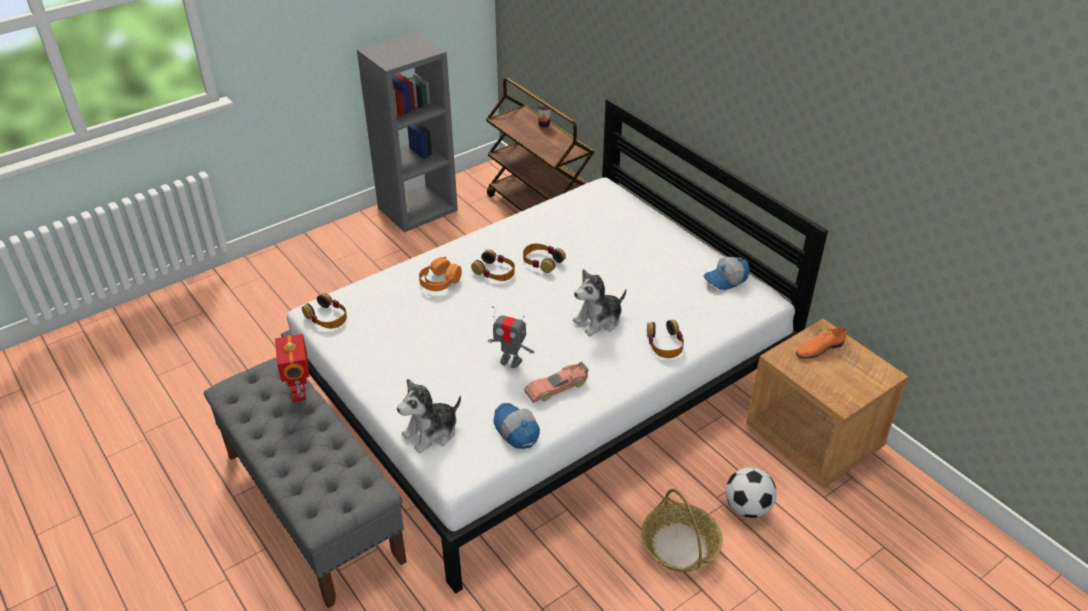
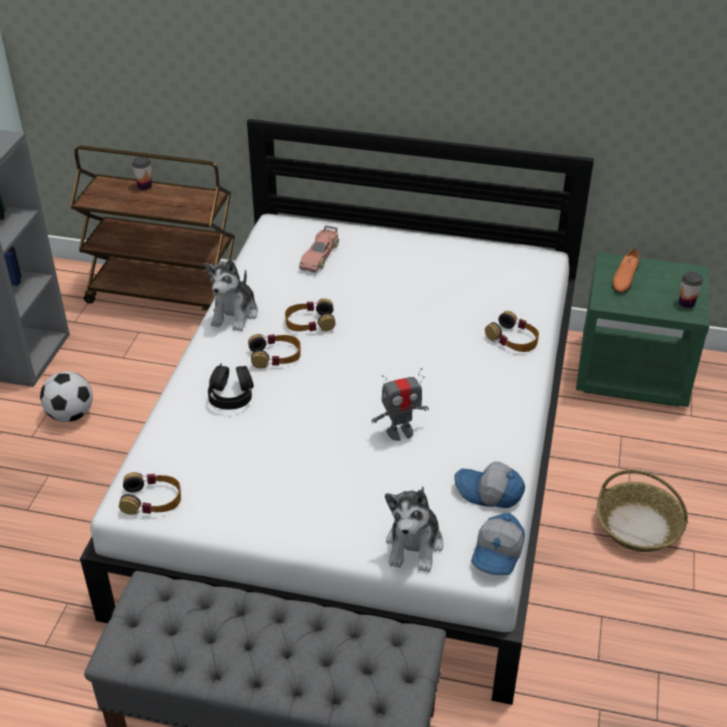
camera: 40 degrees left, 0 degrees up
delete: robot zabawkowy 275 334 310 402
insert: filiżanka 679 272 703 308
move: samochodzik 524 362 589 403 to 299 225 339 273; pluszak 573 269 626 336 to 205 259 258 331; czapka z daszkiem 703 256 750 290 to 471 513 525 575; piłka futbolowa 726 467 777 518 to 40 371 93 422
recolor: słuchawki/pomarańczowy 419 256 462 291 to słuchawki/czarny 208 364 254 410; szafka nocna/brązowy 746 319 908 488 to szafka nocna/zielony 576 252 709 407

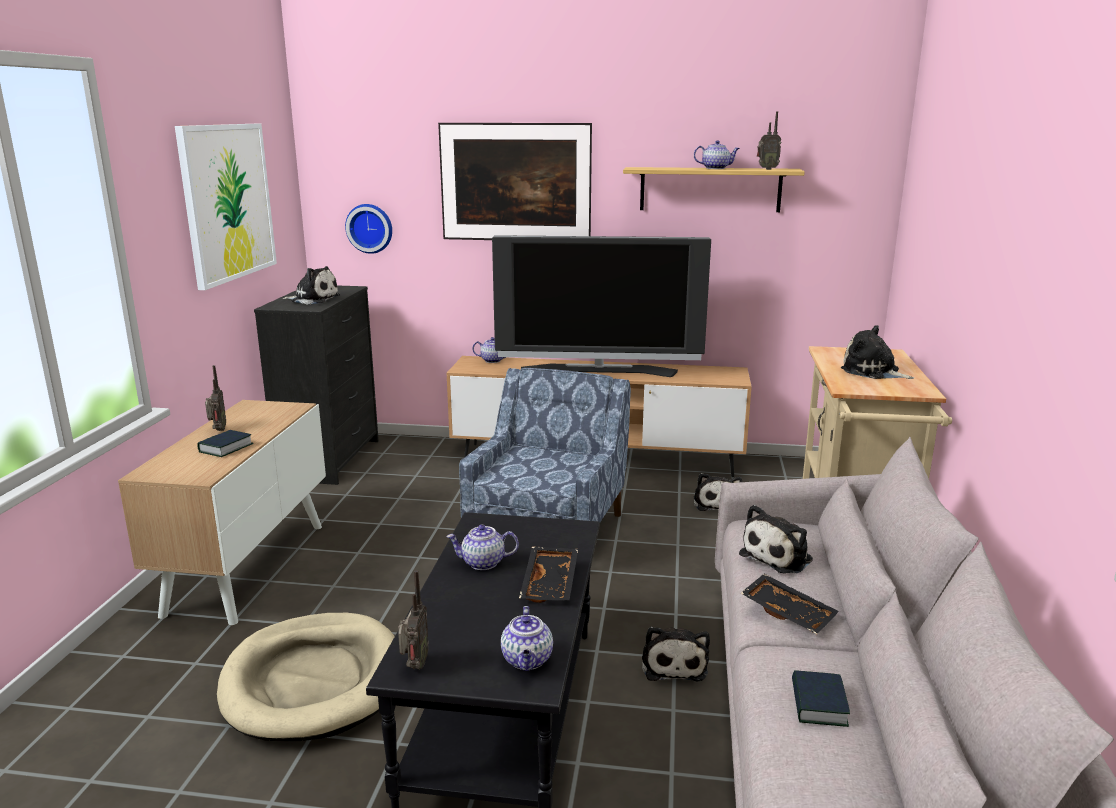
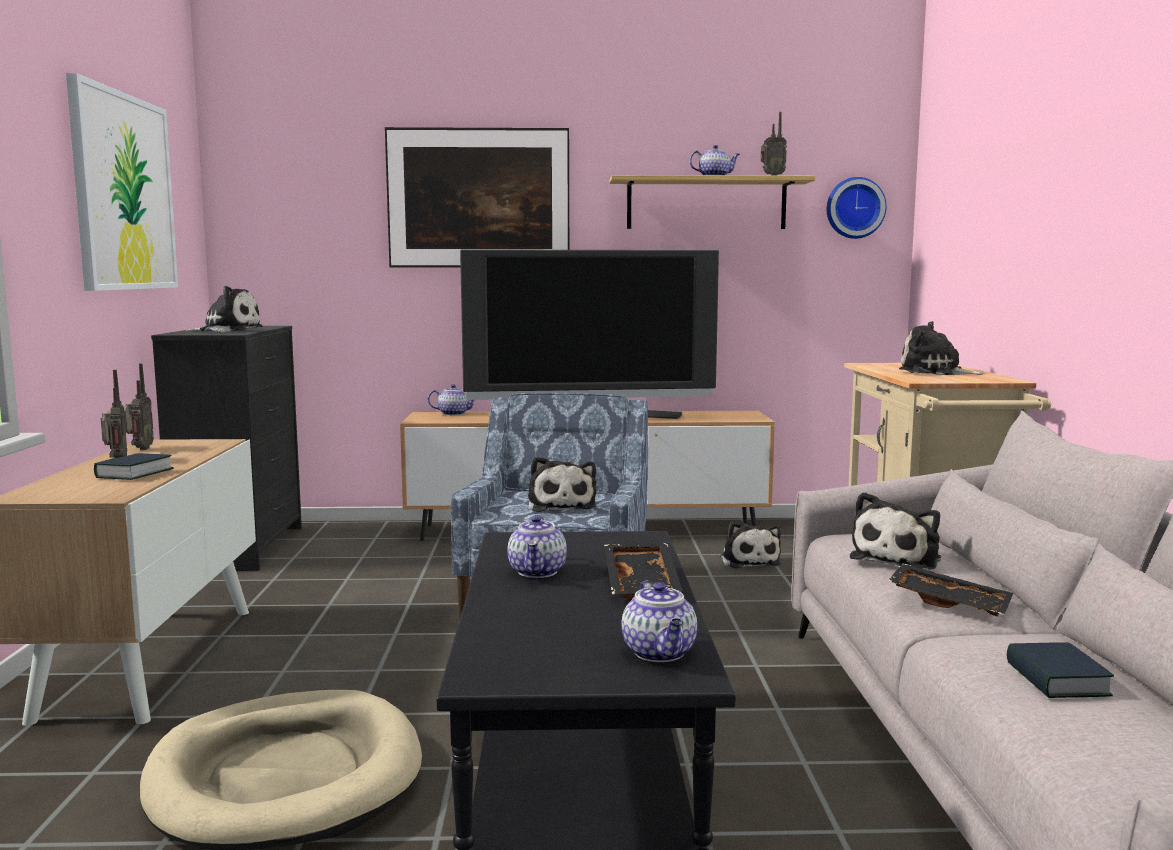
camera: 10 degrees left, 10 degrees down
move: zegar ścienny 345 204 392 254 to 827 177 887 239; radio 398 570 429 670 to 124 363 154 450; pluszak 642 627 710 682 to 528 457 596 512
rotate: imbryk 446 524 519 570 = 508 515 567 578 75 degrees counterclockwise

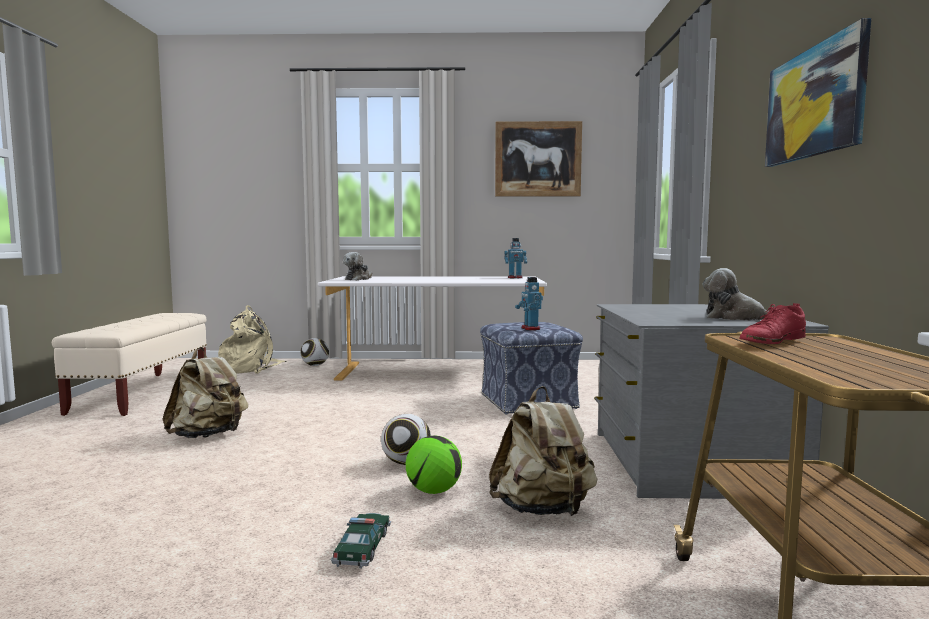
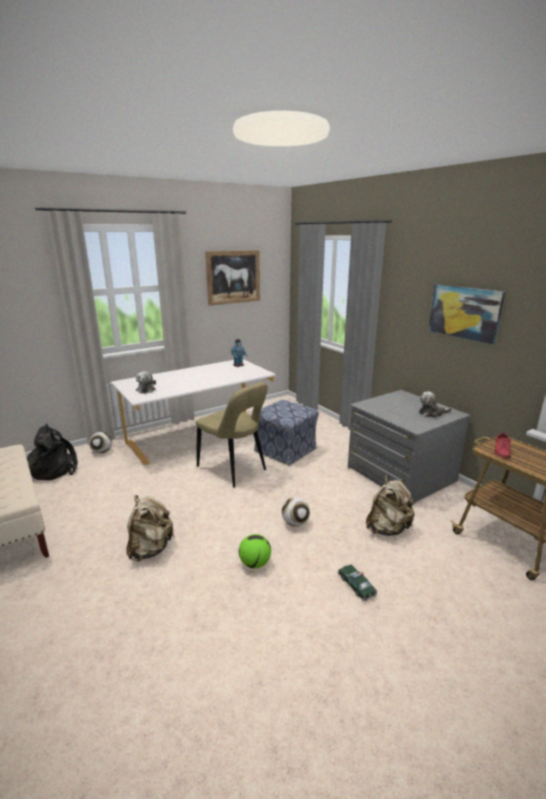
camera: 35 degrees left, 15 degrees up
delete: robot zabawkowy 515 277 543 330
insert: krzesło/beżowy 196 382 268 488
move: piłka futbolowa 406 435 462 494 to 239 534 271 568
recolor: plecak/beżowy 218 305 287 374 to plecak/czarny 27 424 78 480

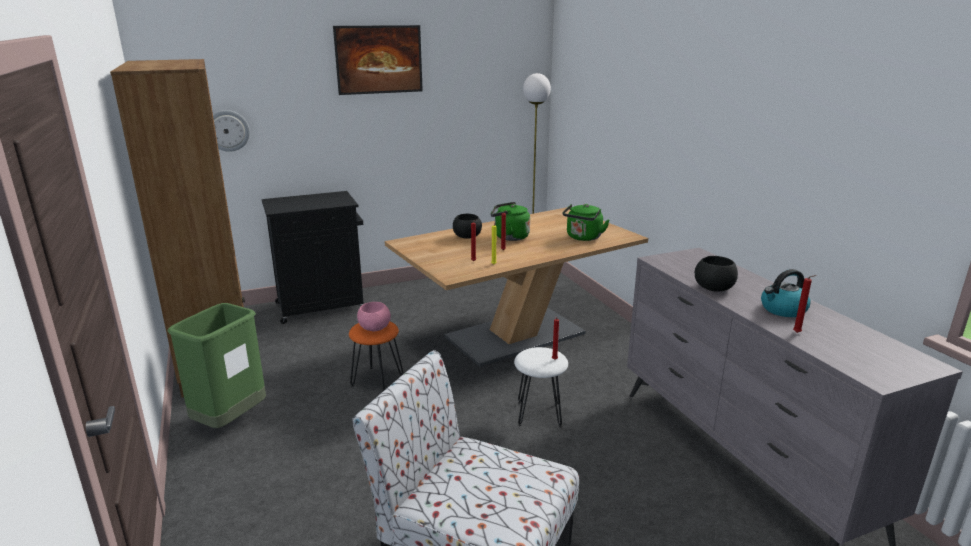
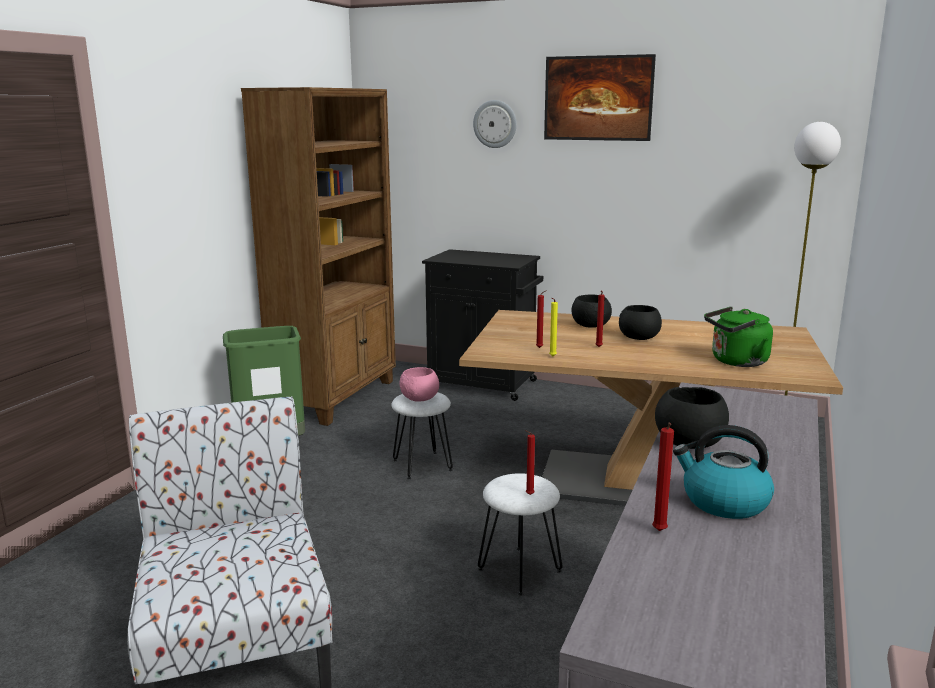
camera: 45 degrees right, 5 degrees down
move: zegar ścienny 213 110 250 152 to 473 100 517 148
replace: czajnik/zielony 491 202 530 241 to miska/czarny 619 305 662 340
recolor: stołek/pomarańczowy 349 322 403 391 to stołek/biały 391 392 453 479

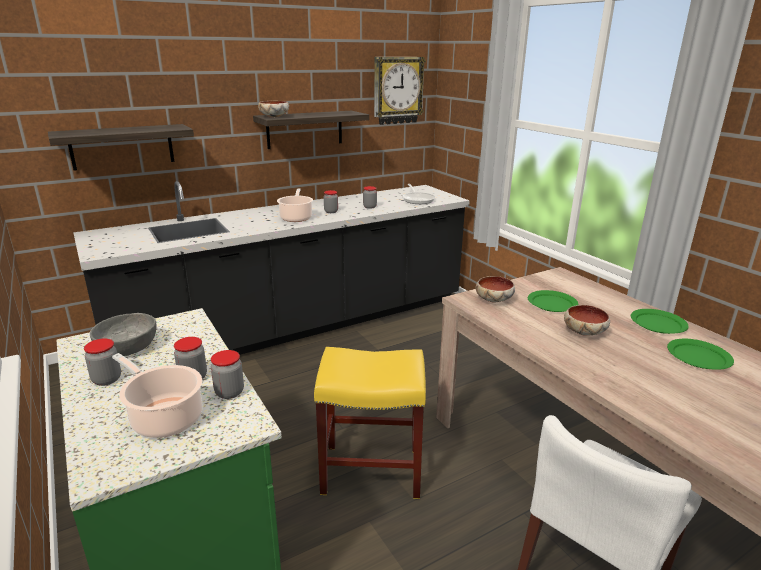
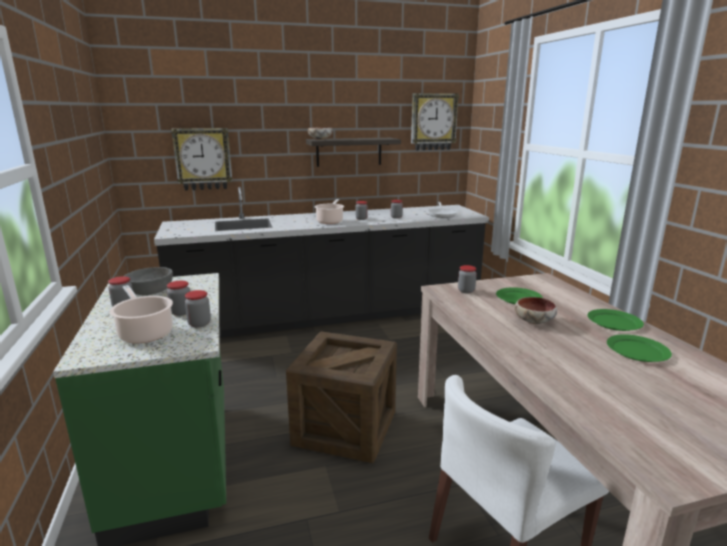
camera: 15 degrees right, 5 degrees down
replace: półka 48 124 194 171 to zegar ścienny 171 128 232 191; stołek/żółty 314 347 426 499 to skrzynka 286 331 397 463; miska 476 276 515 303 to słoik 458 265 477 293

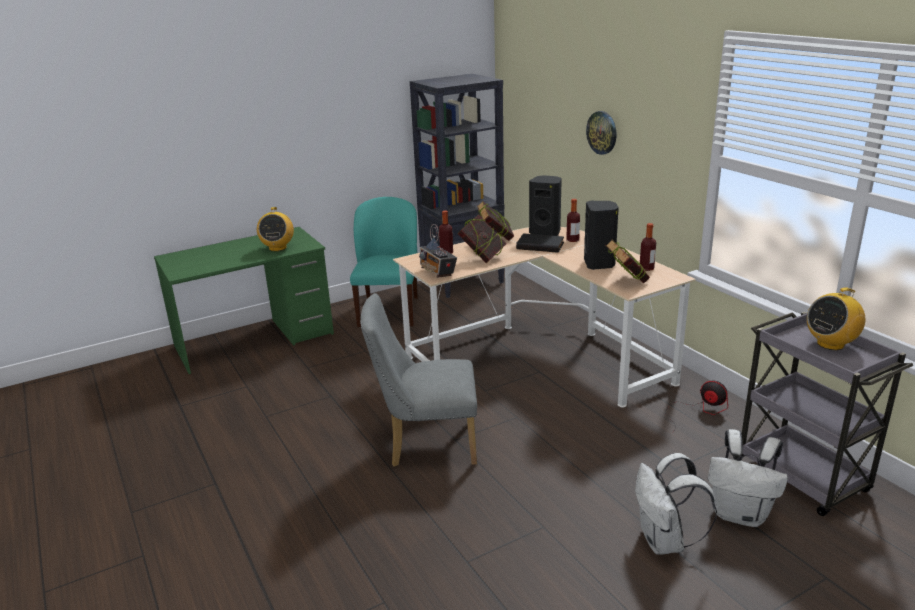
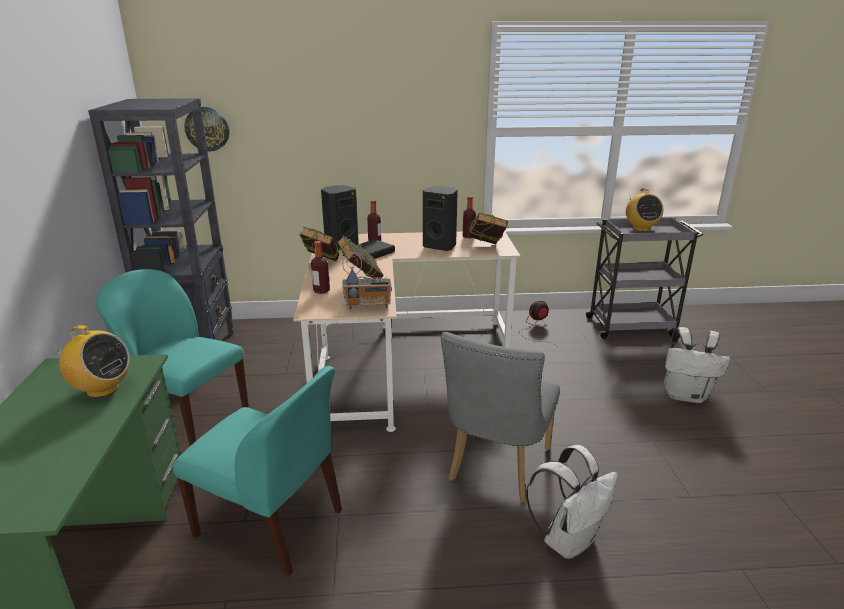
camera: 65 degrees left, 0 degrees up
insert: krzesło/turkusowy 173 366 342 576
move: zegar ścienny 586 111 616 155 to 184 107 229 151; plecak/biały 708 429 788 527 to 526 445 618 559

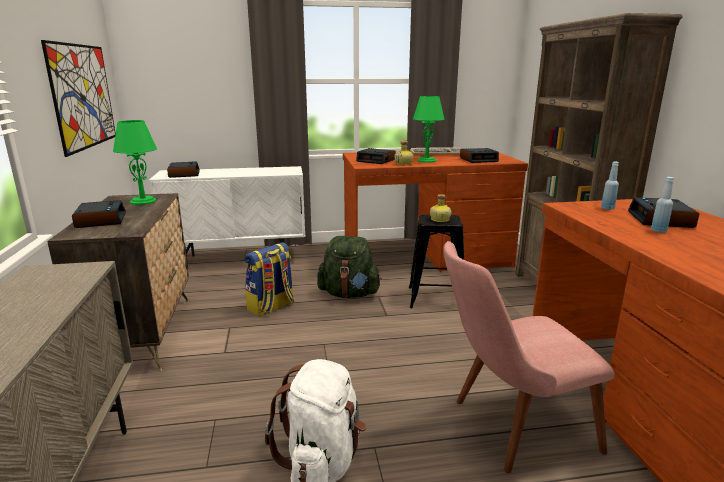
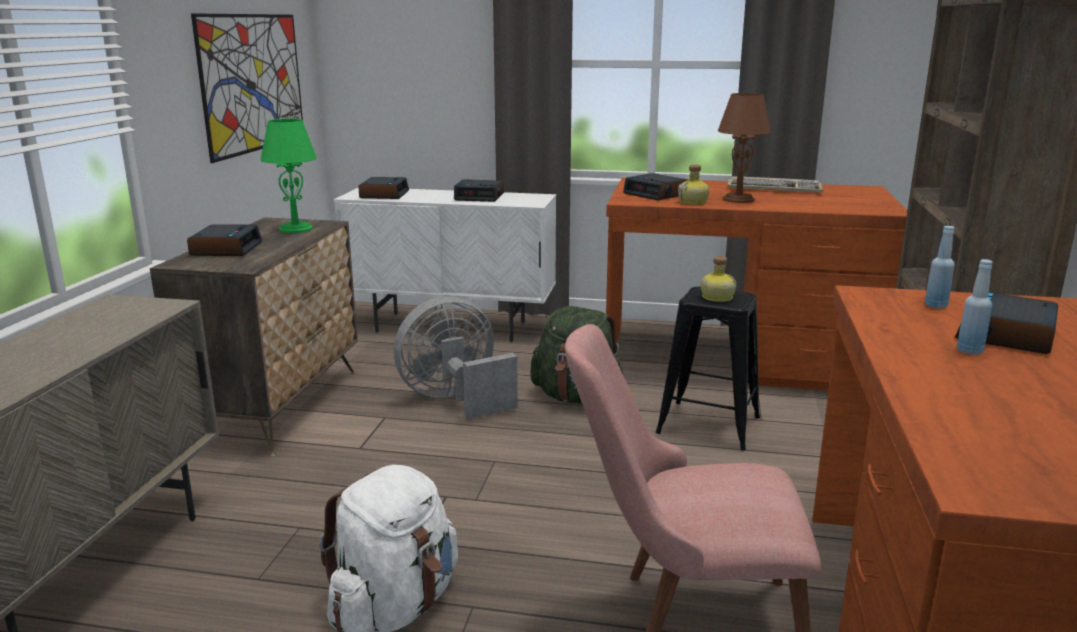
camera: 20 degrees right, 0 degrees up
move: budzik 460 148 499 163 to 454 179 504 202
replace: plecak 244 242 294 317 to wentylator/szary 394 297 518 419
recolor: lampa stołowa/zielony 413 96 444 163 to lampa stołowa/brązowy 718 93 771 203

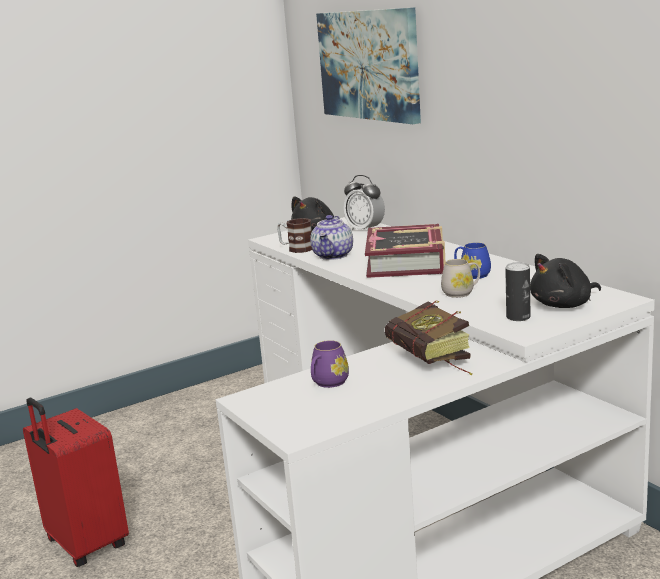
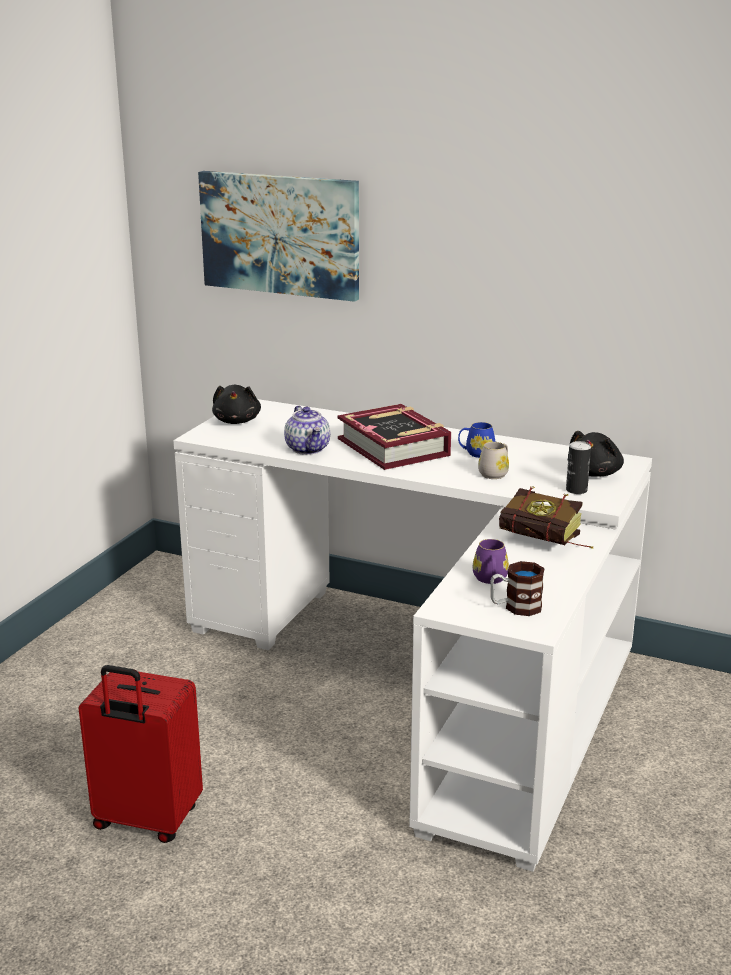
camera: 35 degrees left, 5 degrees up
delete: budzik 343 175 385 230
move: kubek 277 218 312 253 to 490 561 545 616

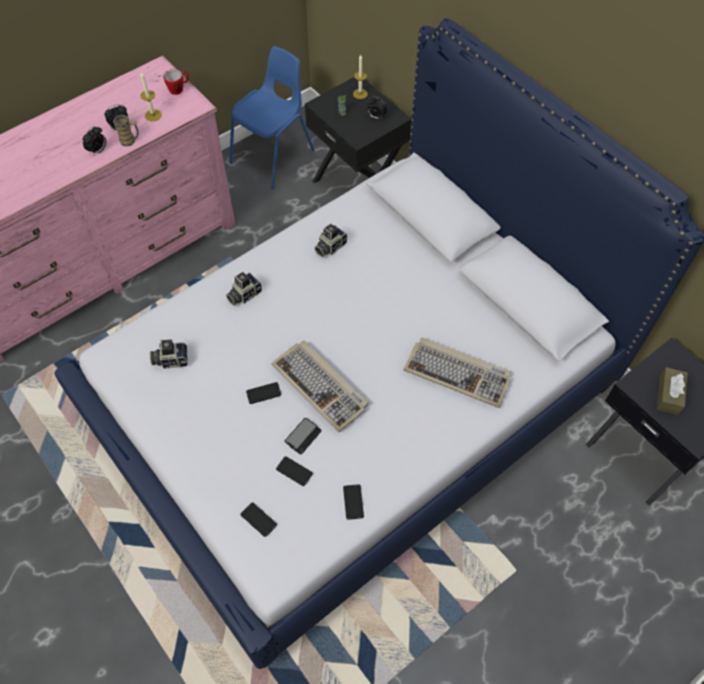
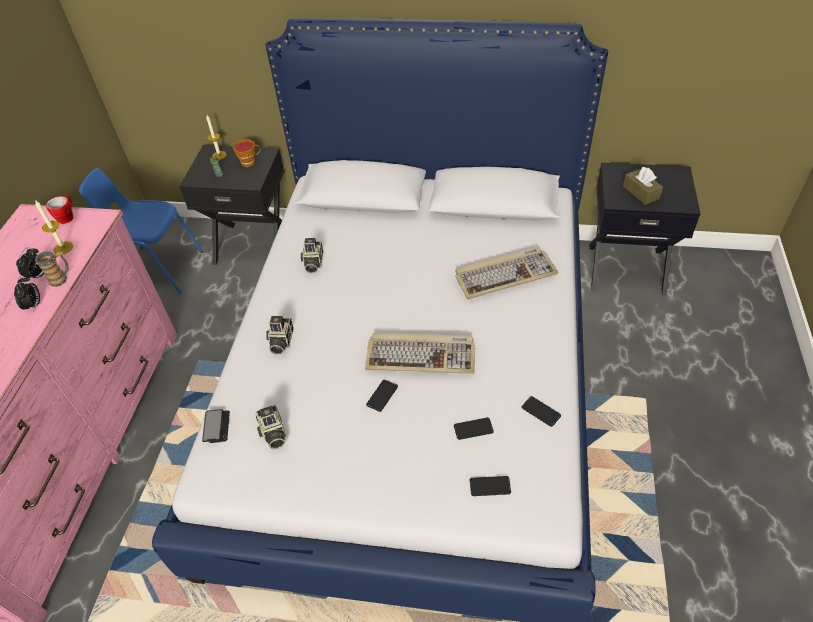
camera: 40 degrees left, 10 degrees down
move: telefon 285 418 321 454 to 202 409 230 443
replace: budzik 367 96 387 120 to filiżanka 233 139 261 167
rotate: aparat fotograficzny 150 339 188 369 = 256 405 286 449 60 degrees counterclockwise; krzesło/niebieski 229 46 314 189 = 79 168 203 293 75 degrees counterclockwise

